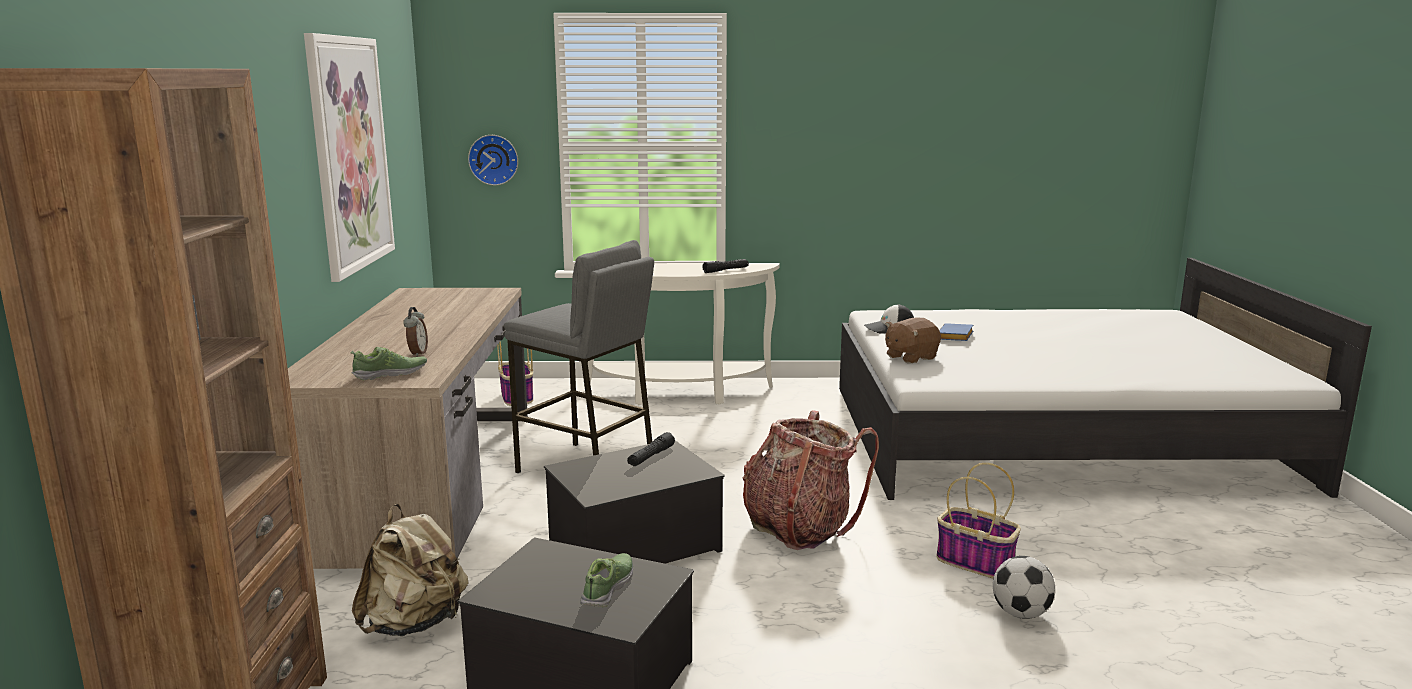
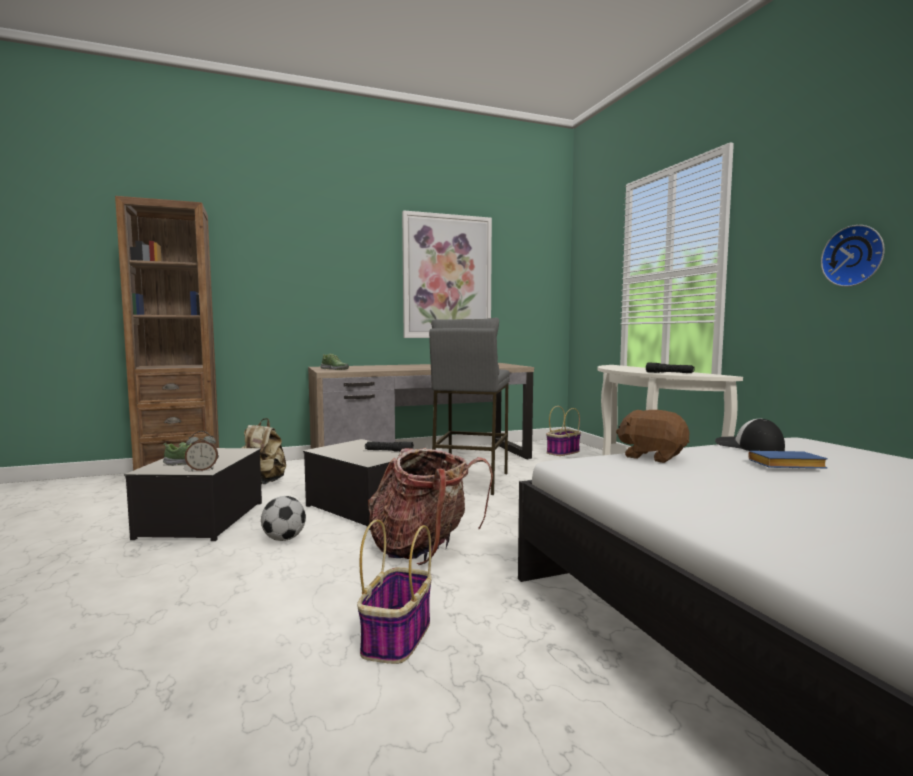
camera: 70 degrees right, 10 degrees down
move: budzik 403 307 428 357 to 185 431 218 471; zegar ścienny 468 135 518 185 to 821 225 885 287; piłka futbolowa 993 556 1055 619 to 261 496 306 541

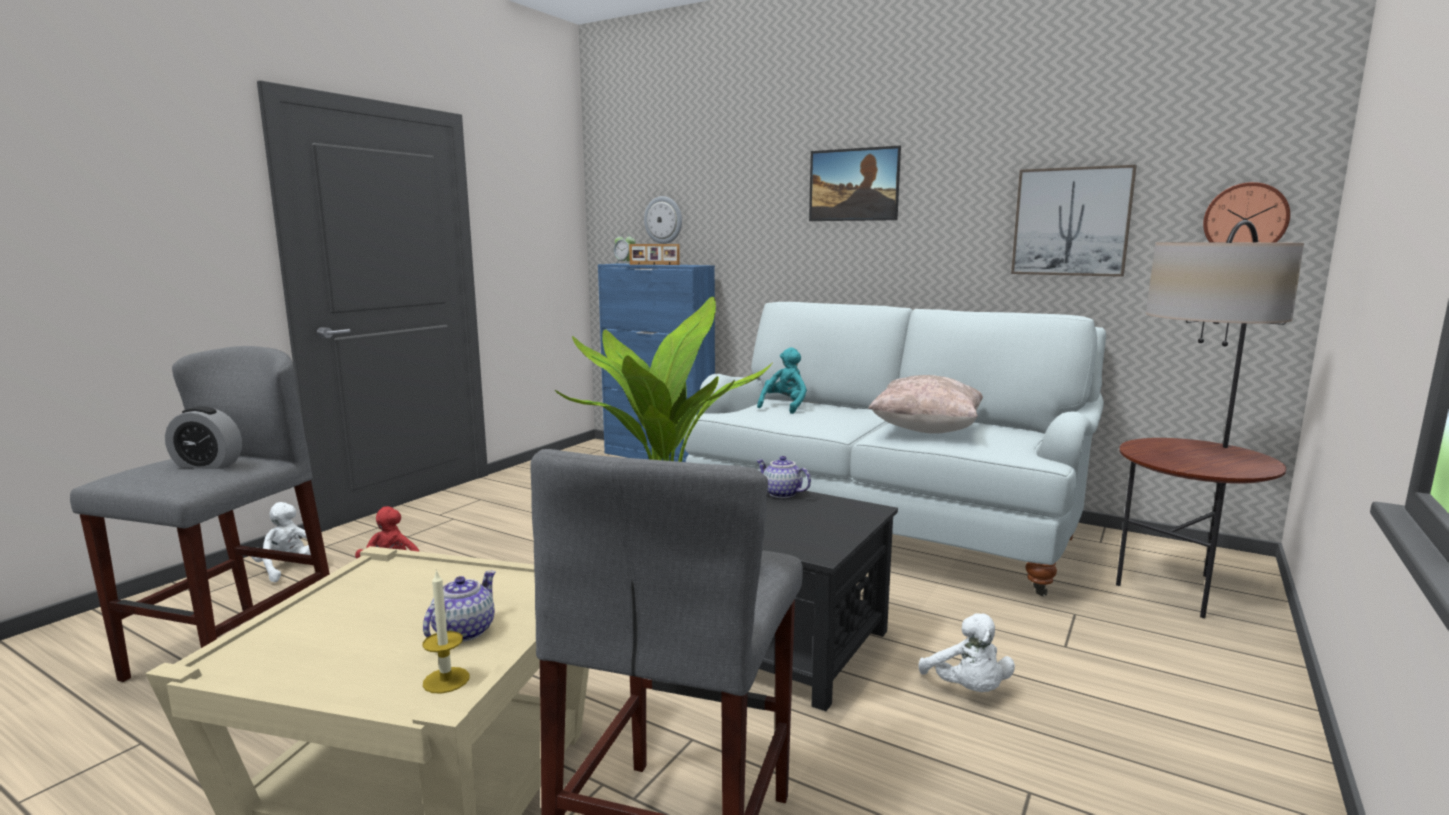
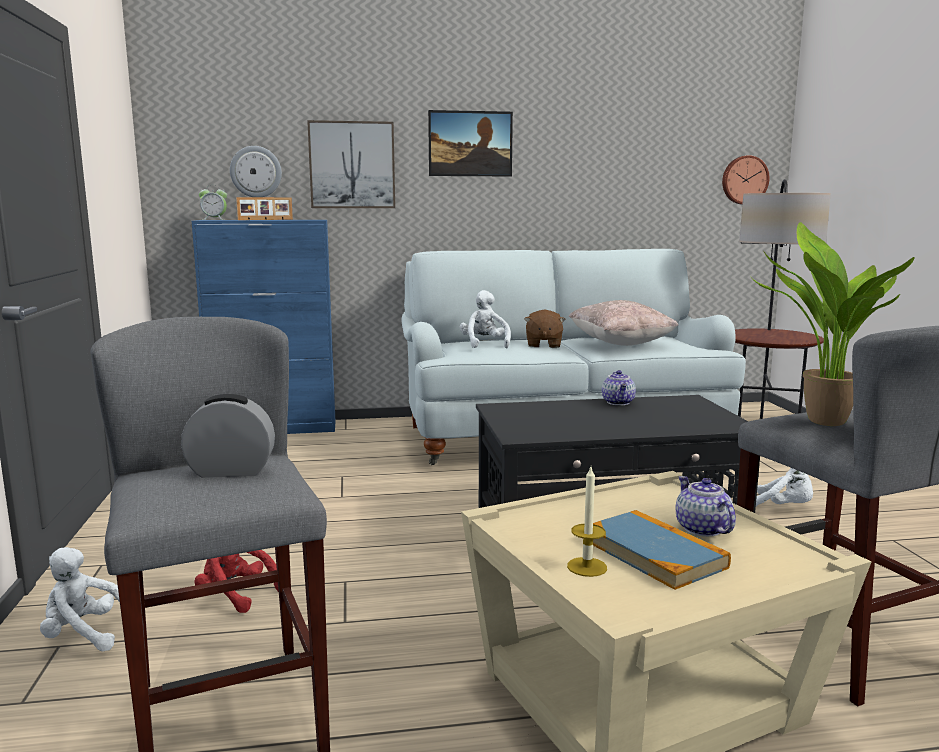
camera: 40 degrees left, 0 degrees up
insert: pluszak/brązowy 524 310 566 348; książka 593 510 731 590
move: świeca 422 570 469 694 to 567 467 607 577; obraz 1011 165 1137 277 to 307 120 395 208
recolor: pluszak/turkusowy 757 347 807 414 to pluszak/biały 460 290 511 348
rotate: budzik 165 406 242 469 = 181 394 275 478 150 degrees counterclockwise; imbryk 756 456 811 498 = 602 370 636 405 90 degrees counterclockwise

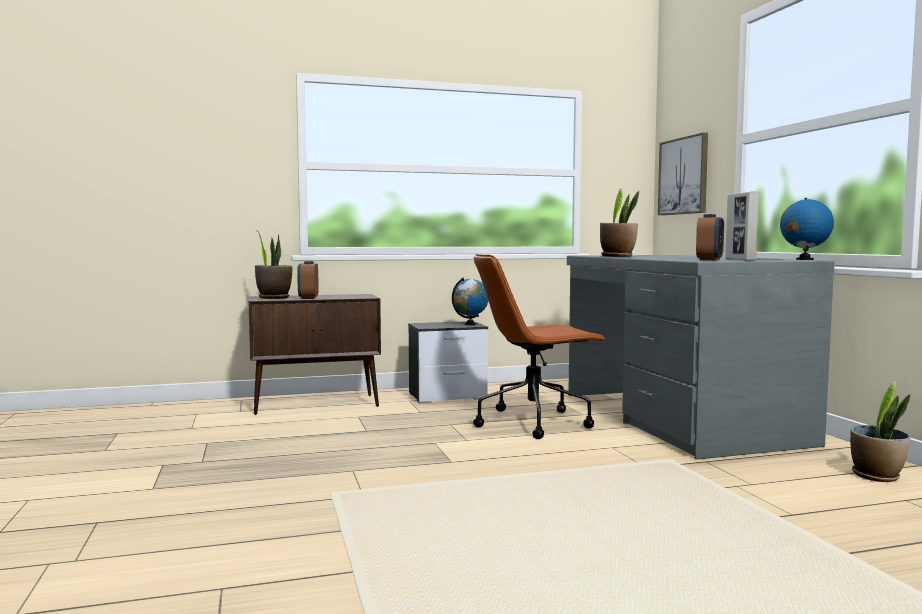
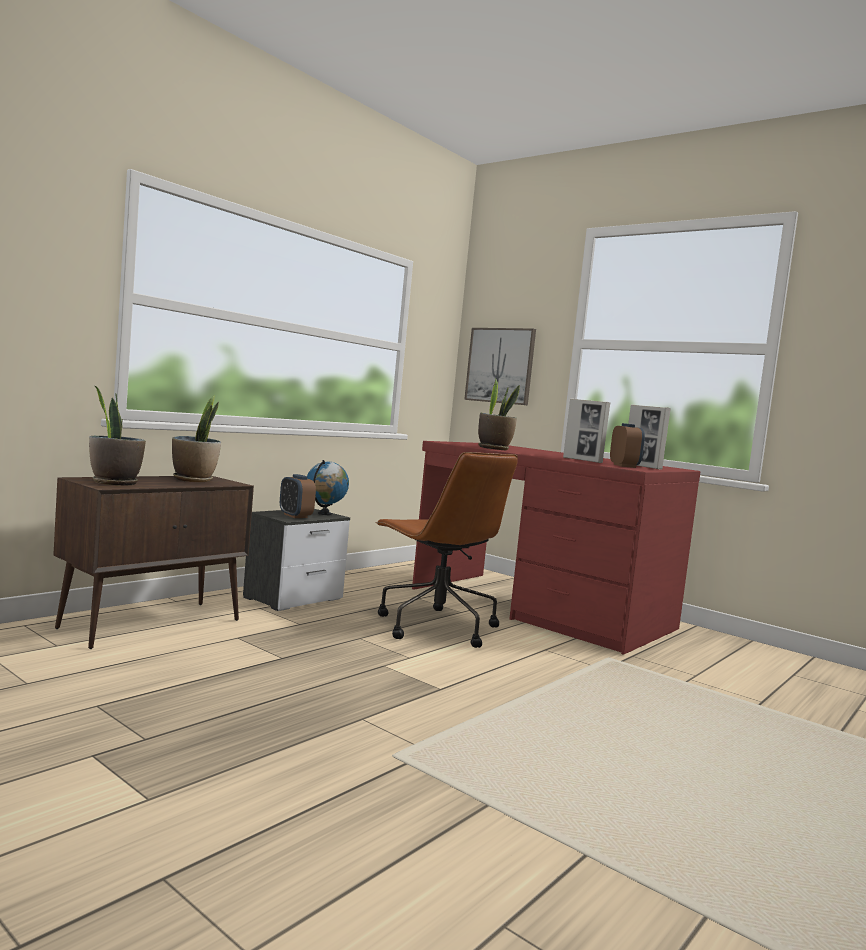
camera: 35 degrees left, 0 degrees up
delete: globus 780 198 834 260
insert: ramka na zdjęcie 563 398 610 463
move: budzik 297 261 319 299 to 280 474 316 518; roślina doniczkowa 850 381 910 482 to 172 395 221 482
recolor: biurko/szary 567 255 835 460 to biurko/czerwony 412 441 700 655
rotate: krzesło biurowe/brązowy 473 254 606 439 = 375 452 518 648 75 degrees counterclockwise

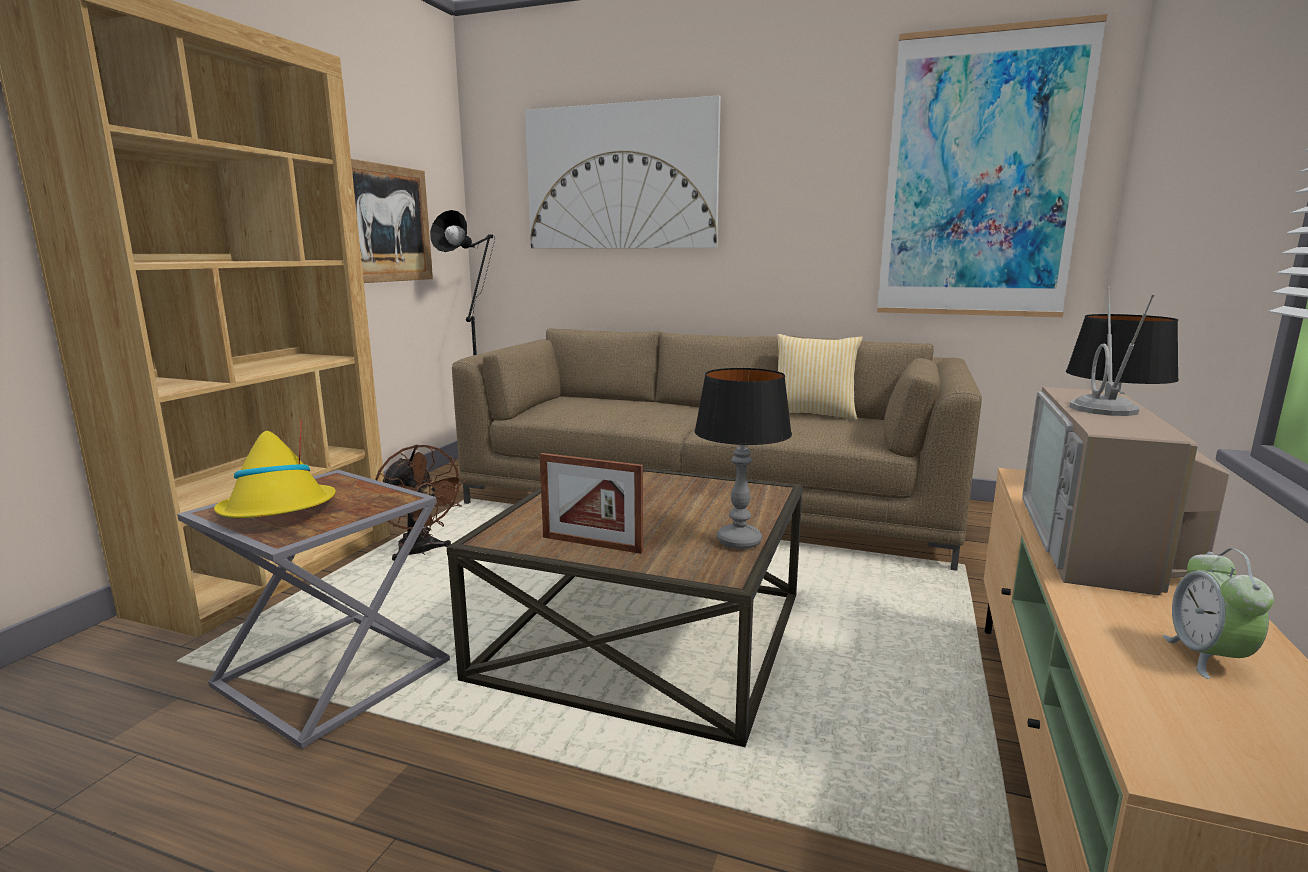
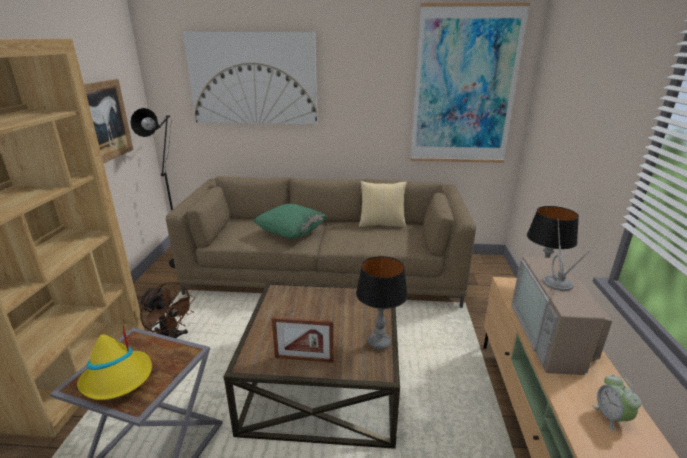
camera: 15 degrees left, 10 degrees up
insert: poduszka/zielony 253 204 327 239

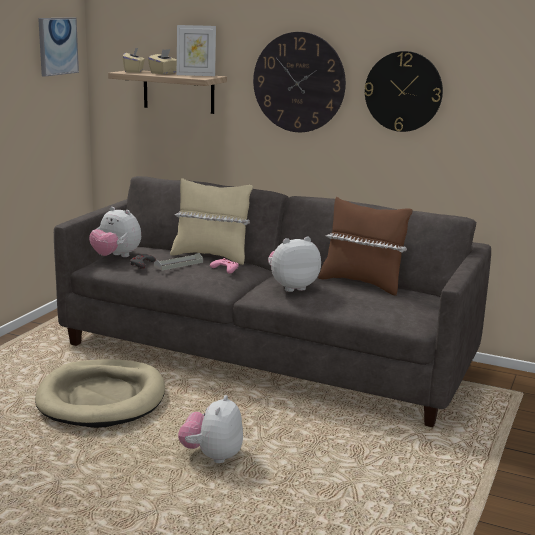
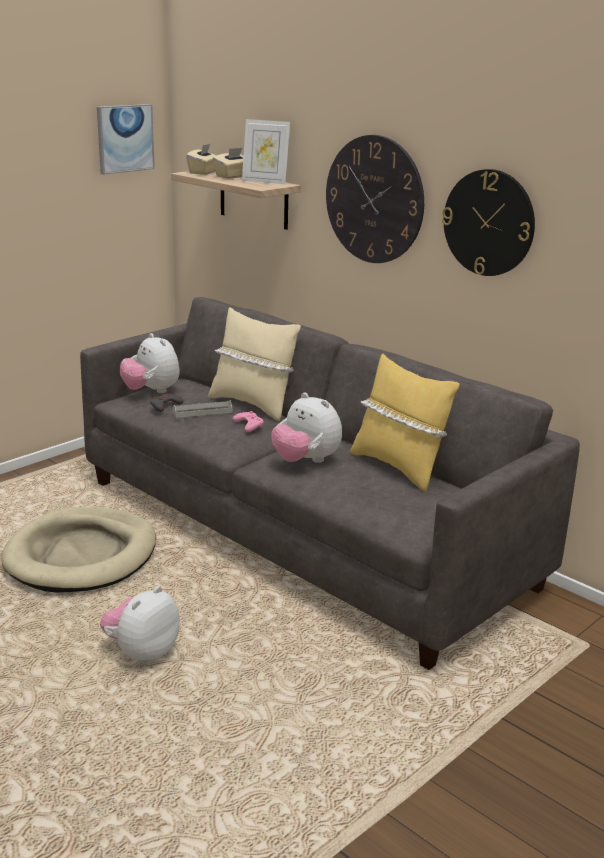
camera: 20 degrees right, 5 degrees up
recolor: poduszka/brązowy 318 197 412 296 to poduszka/żółty 350 354 459 492
rotate: pluszak 268 237 321 292 = 271 393 342 463 135 degrees counterclockwise

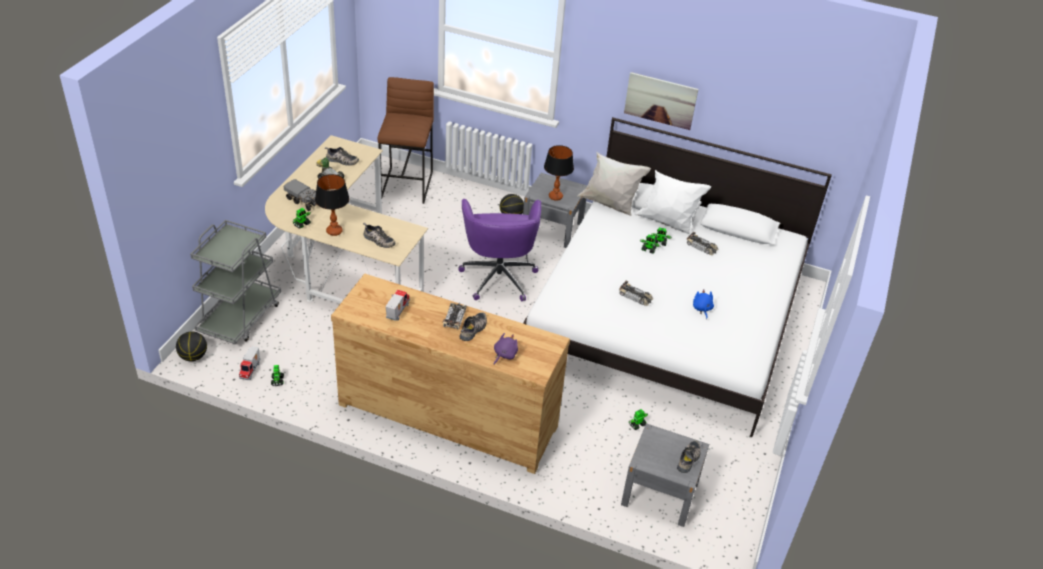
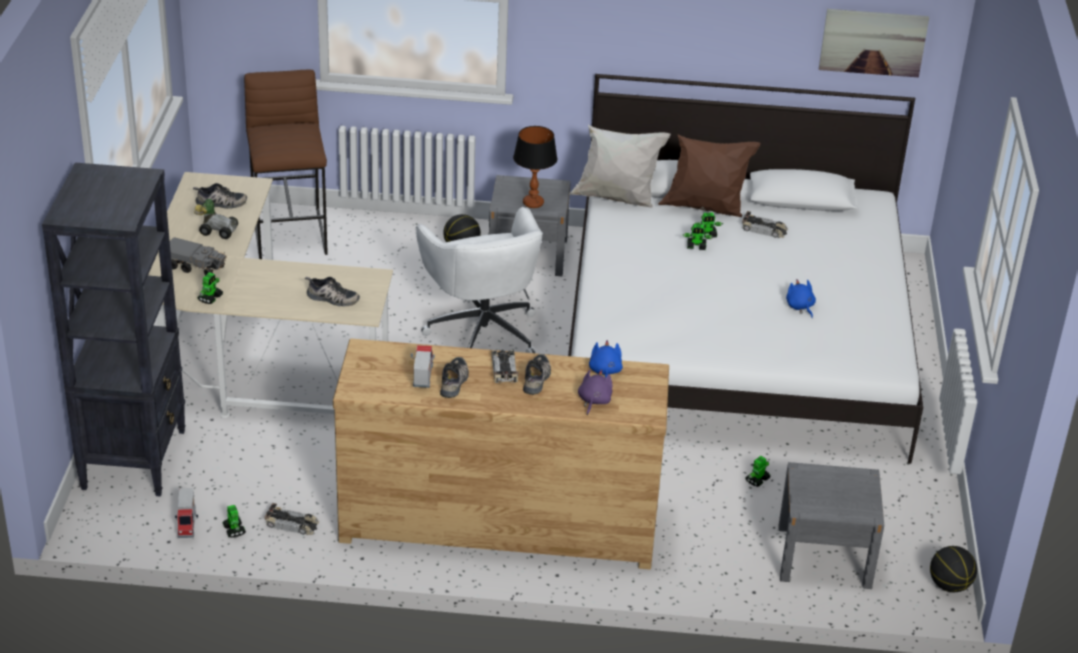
camera: 15 degrees left, 5 degrees down
delete: lampa stołowa 315 174 350 236
insert: pluszak/niebieski 589 340 623 378
move: piłka do koszykówki 176 331 207 361 to 930 546 977 592; samochodzik 619 281 653 306 to 264 503 319 535; obraz 624 72 698 130 to 819 9 929 77; but 677 440 701 473 to 440 357 469 398
replace: wózek/szary 190 220 281 344 to regał/czarny 42 163 186 497
recolor: krzesło biurowe/fioletowy 458 199 541 301 to krzesło biurowe/biały 416 207 543 353; poduszka/biały 634 170 711 234 to poduszka/brązowy 658 135 761 217

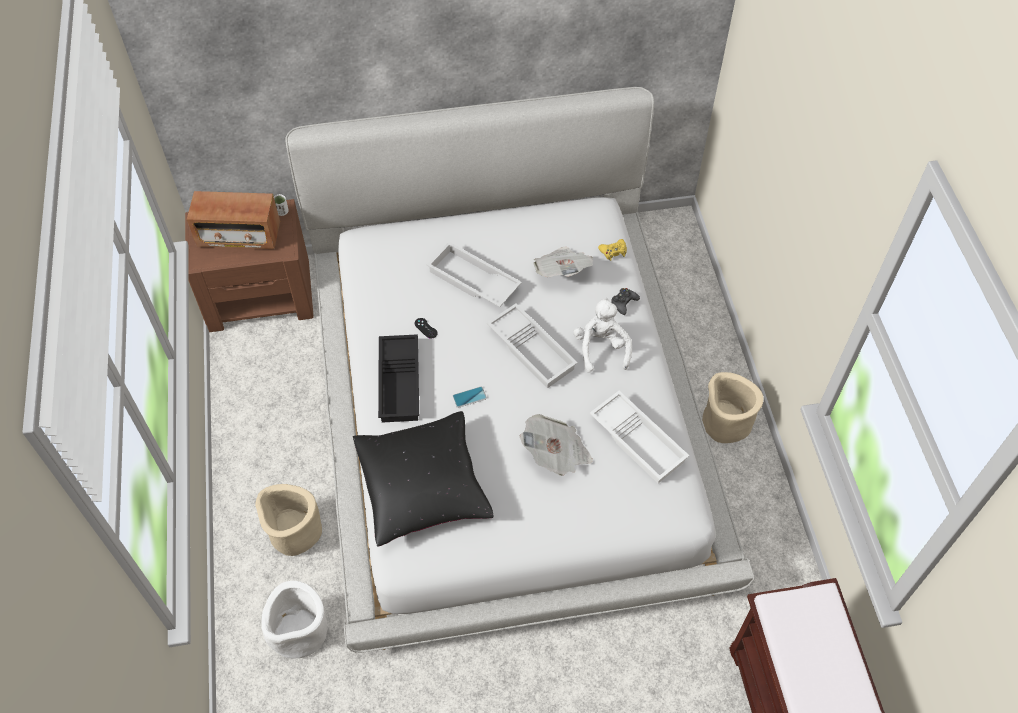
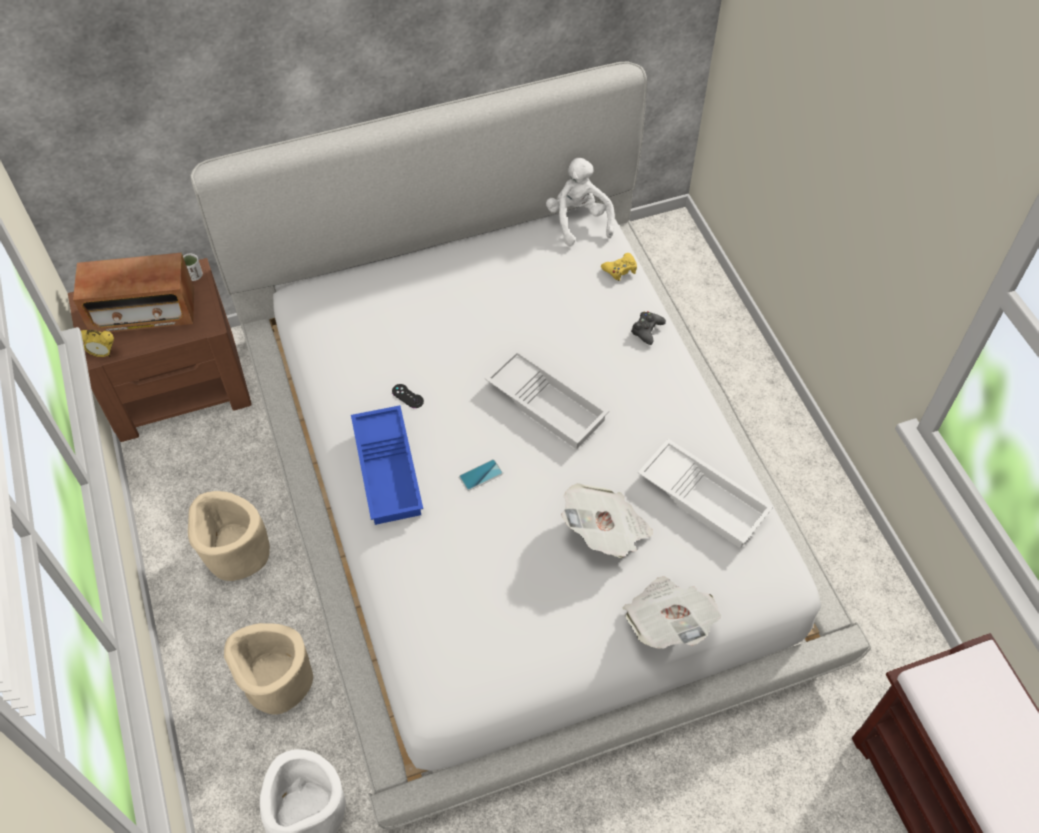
camera: 10 degrees left, 0 degrees up
delete: poduszka/czarny 353 411 494 546; taca/biały 427 242 522 307
insert: budzik 81 330 114 357
move: gazeta 533 247 593 277 to 622 576 722 649; pluszak/biały 573 297 632 373 to 546 158 615 246; donica/beżowy 702 372 764 443 to 188 491 270 581
recolor: taca/czarny 378 334 419 423 to taca/niebieski 351 405 423 525

